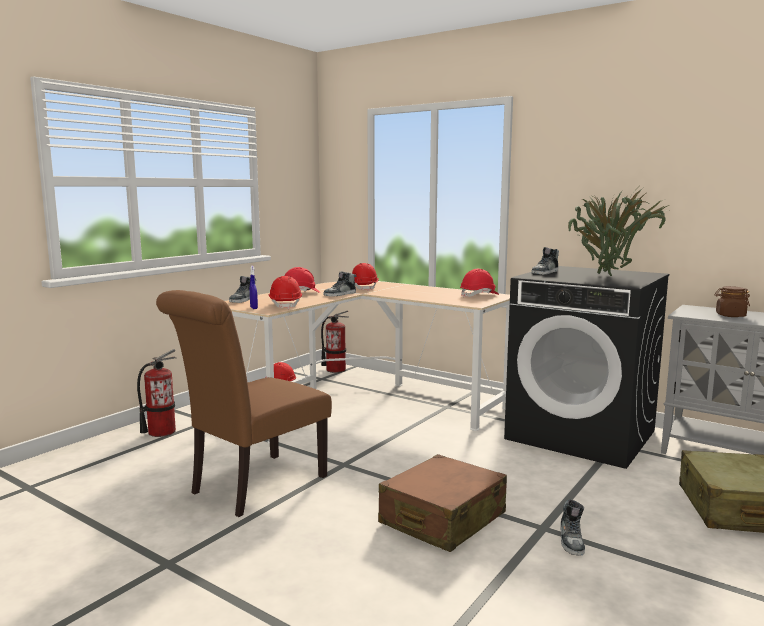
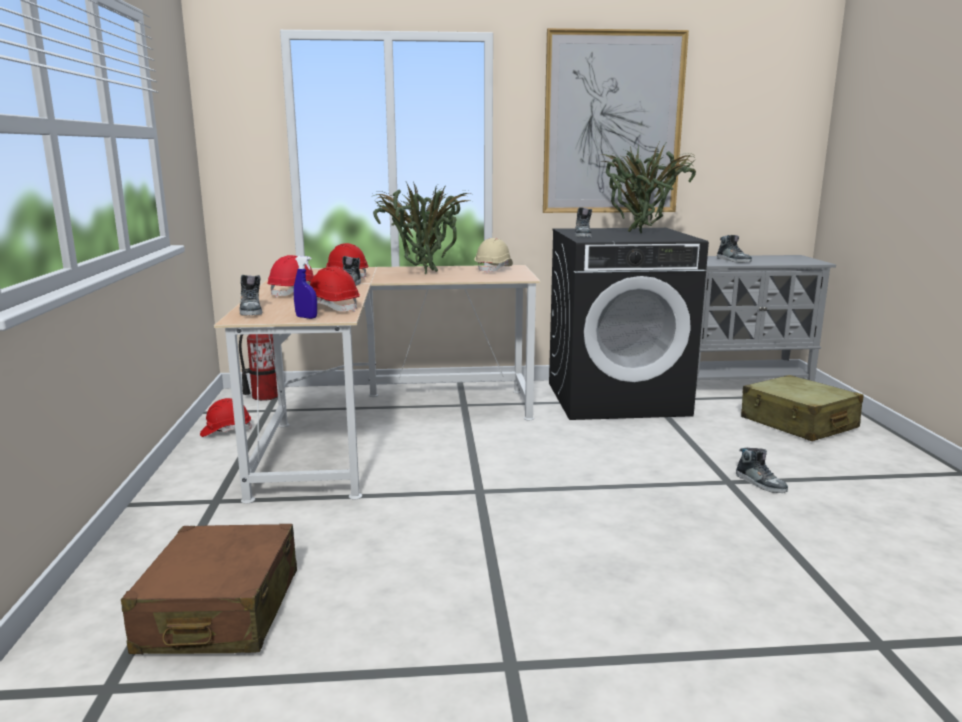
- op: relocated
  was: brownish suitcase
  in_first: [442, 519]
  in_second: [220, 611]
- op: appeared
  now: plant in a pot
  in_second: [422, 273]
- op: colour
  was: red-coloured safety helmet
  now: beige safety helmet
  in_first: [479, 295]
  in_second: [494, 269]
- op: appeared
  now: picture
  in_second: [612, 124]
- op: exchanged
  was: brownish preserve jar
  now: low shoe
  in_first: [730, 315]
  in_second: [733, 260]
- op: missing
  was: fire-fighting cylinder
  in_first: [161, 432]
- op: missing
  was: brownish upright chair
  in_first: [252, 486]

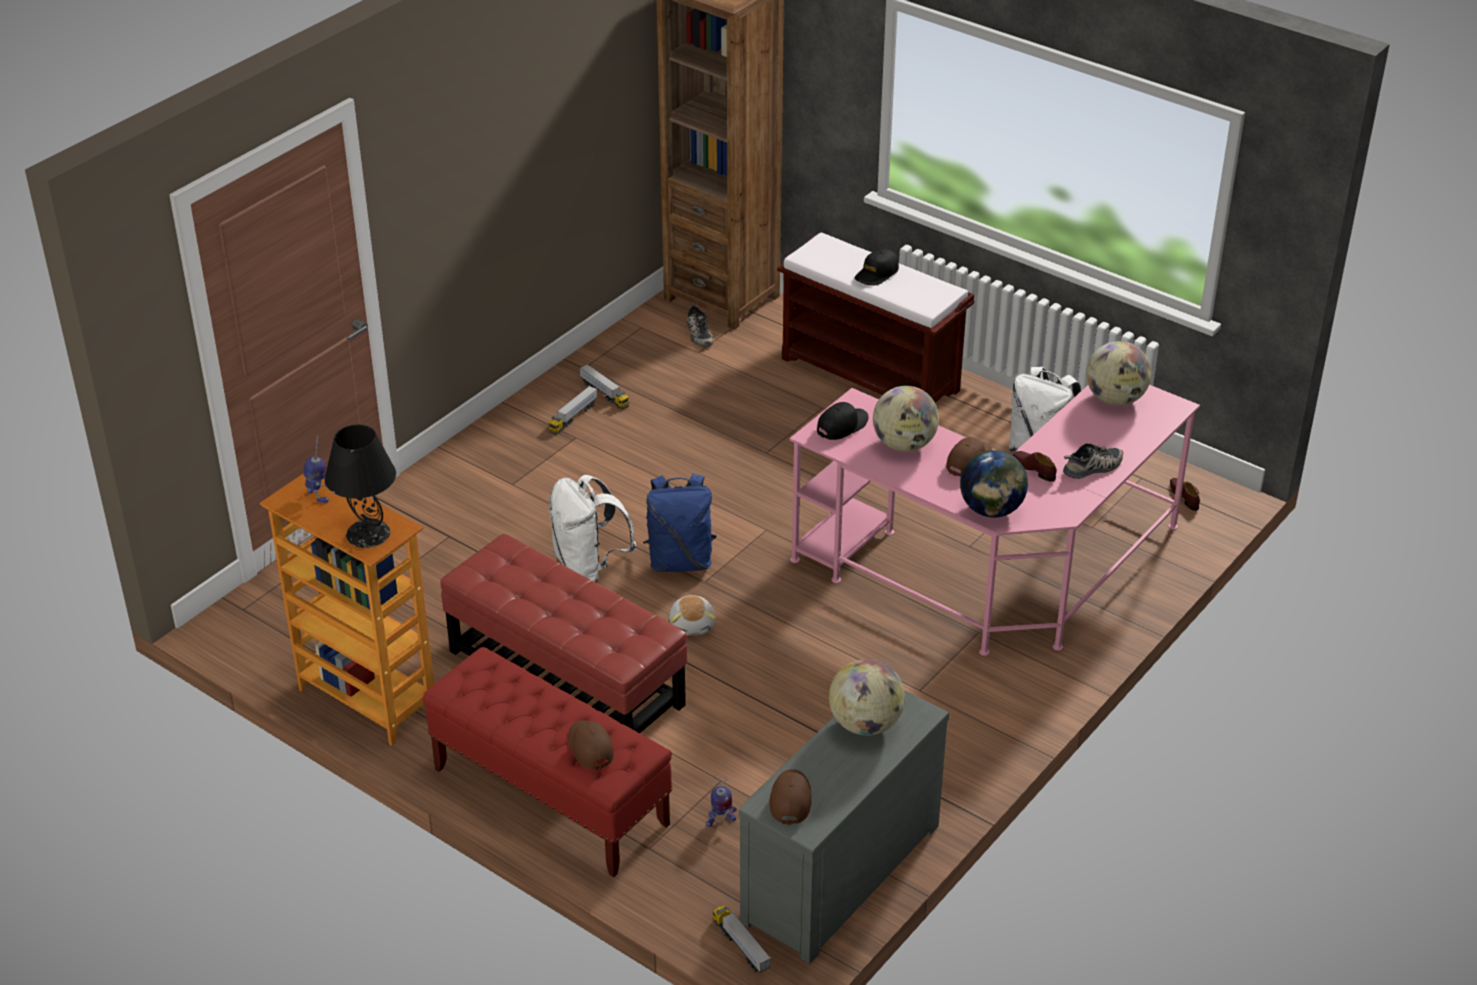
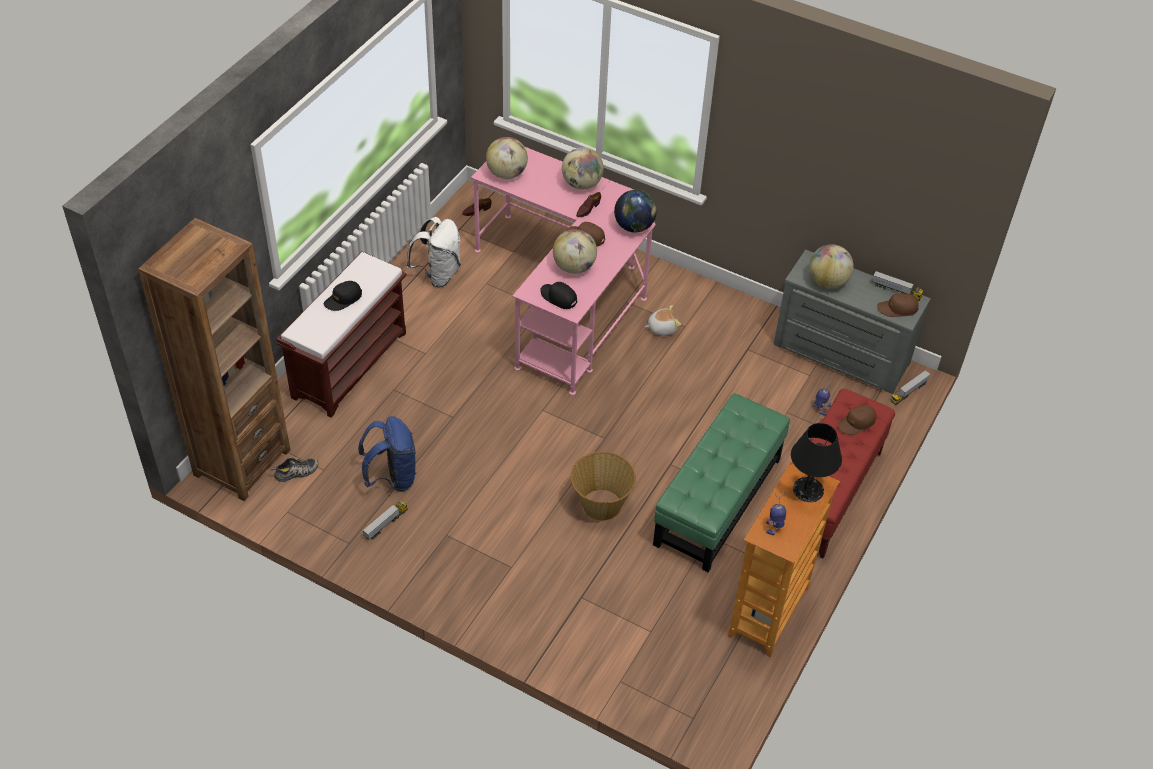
- op: spun
  was: black-coloured baseball cap
  in_first: [876, 274]
  in_second: [343, 299]
  clockwise: 105
- op: relocated
  was: bluish backpack
  in_first: [680, 561]
  in_second: [392, 477]
- op: exchanged
  was: low shoe
  now: world globe
  in_first: [1093, 468]
  in_second: [581, 184]
- op: exchanged
  was: whitish backpack
  now: basket
  in_first: [589, 567]
  in_second: [601, 504]
- op: relocated
  was: soft toy
  in_first: [692, 624]
  in_second: [662, 328]
- op: colour
  was: red-coloured ottoman
  now: green ottoman
  in_first: [565, 678]
  in_second: [718, 501]
- op: relocated
  was: model truck
  in_first: [573, 417]
  in_second: [896, 291]

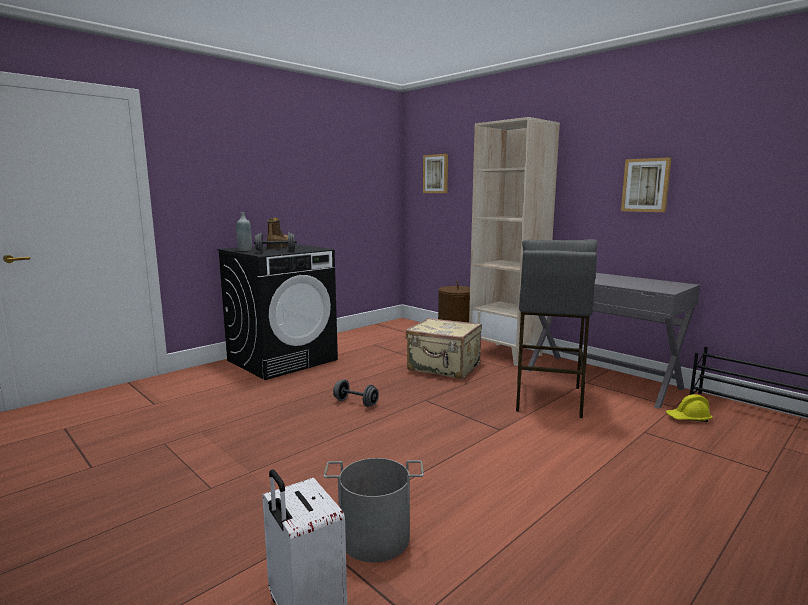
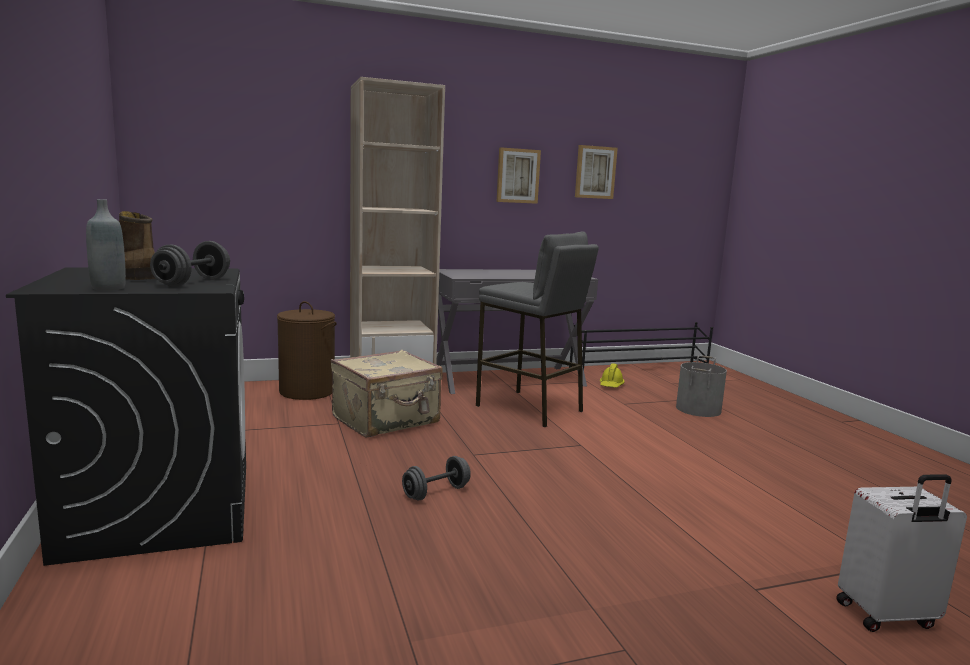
- op: relocated
  was: picture
  in_first: [436, 174]
  in_second: [595, 172]
- op: relocated
  was: gray pail
  in_first: [375, 537]
  in_second: [697, 409]

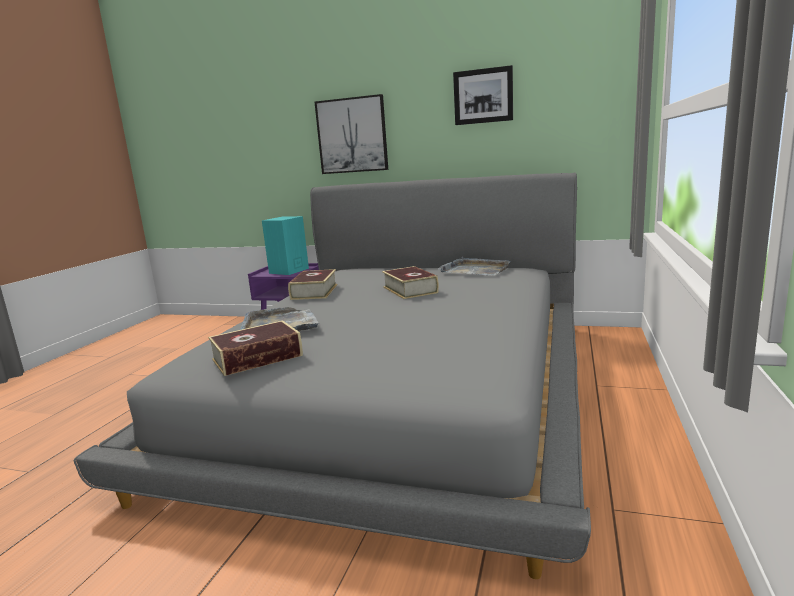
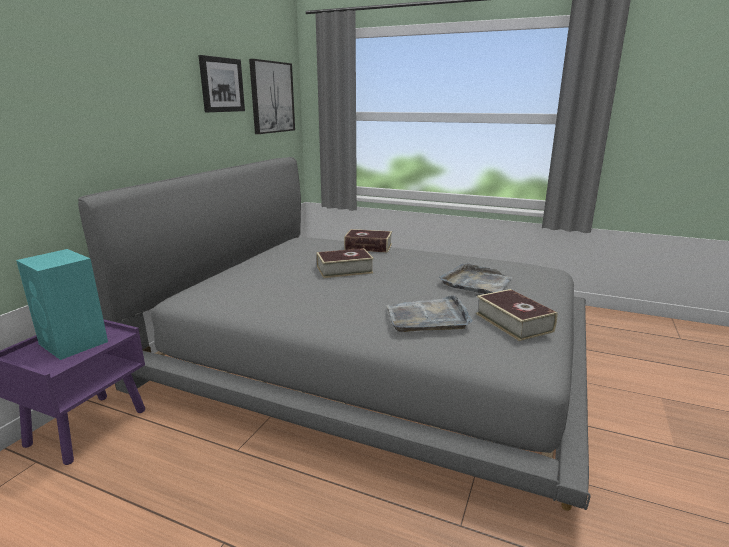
- op: relocated
  was: picture
  in_first: [352, 135]
  in_second: [272, 97]
- op: relocated
  was: volume
  in_first: [314, 292]
  in_second: [368, 247]
- op: relocated
  was: gray carrying tray
  in_first: [475, 270]
  in_second: [476, 282]

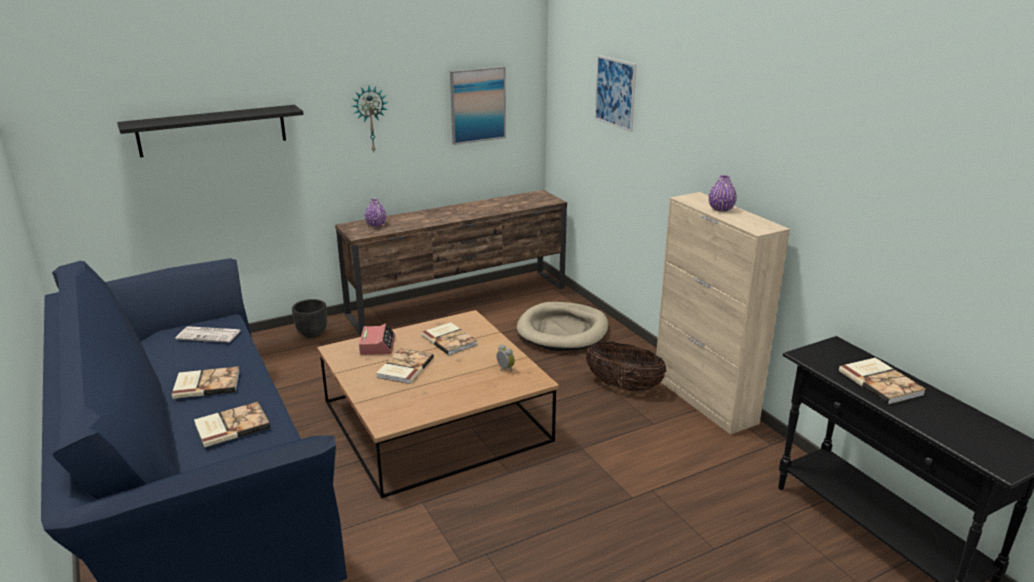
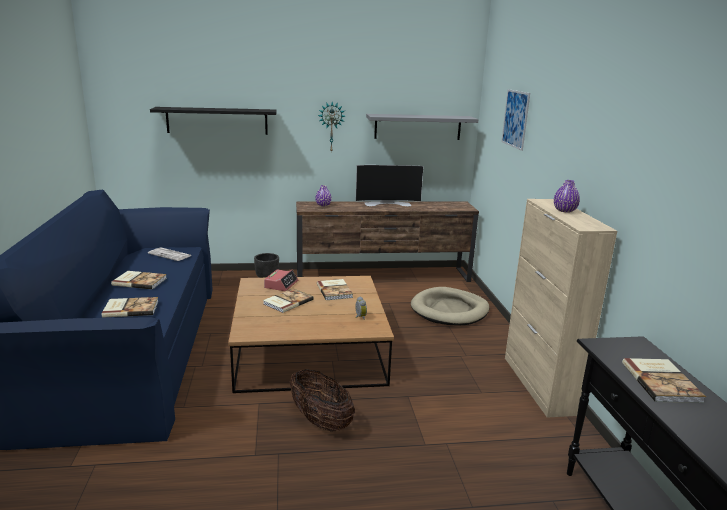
- op: relocated
  was: basket
  in_first: [623, 386]
  in_second: [320, 421]
- op: appeared
  now: television
  in_second: [387, 203]
- op: exchanged
  was: picture
  now: gray bracket shelf
  in_first: [477, 105]
  in_second: [418, 127]

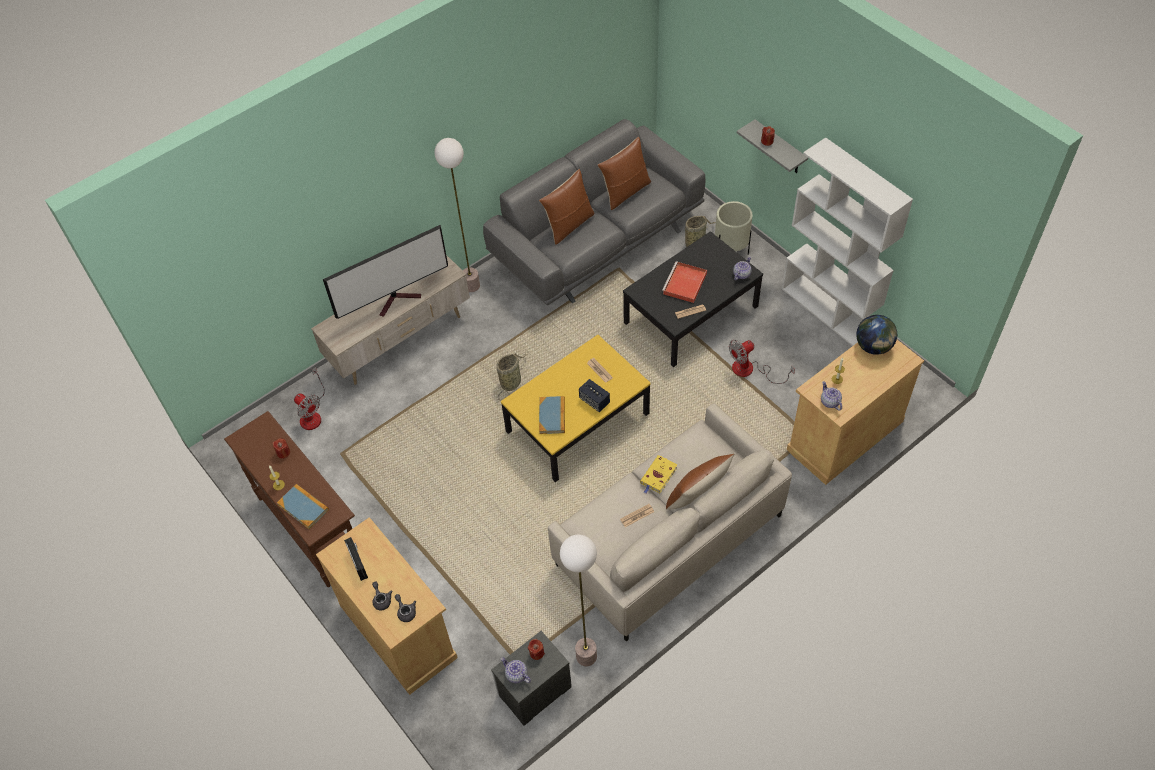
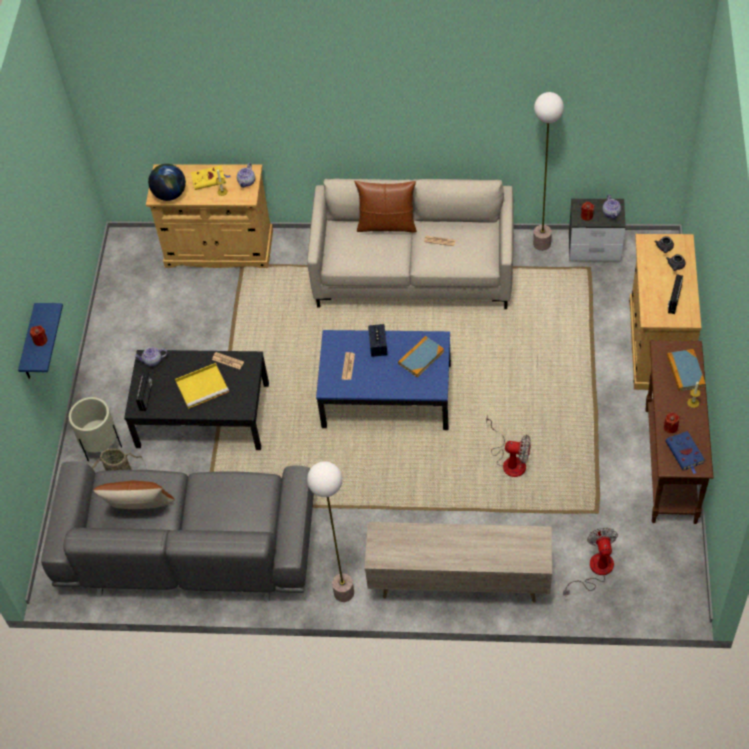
- op: colour
  was: gray bracket shelf
  now: bluish bracket shelf
  in_first: [779, 148]
  in_second: [30, 345]
- op: appeared
  now: radio receiver
  in_second: [146, 396]
- op: colour
  was: red-coloured carrying tray
  now: yellowish carrying tray
  in_first: [684, 284]
  in_second: [203, 386]
- op: relocated
  was: yellowish volume
  in_first: [658, 476]
  in_second: [209, 179]
- op: colour
  was: yellowish coffee table
  now: bluish coffee table
  in_first: [577, 423]
  in_second: [387, 395]
- op: relocated
  was: fan
  in_first: [750, 370]
  in_second: [510, 460]
- op: appeared
  now: bluish volume
  in_second: [685, 453]
- op: missing
  was: television
  in_first: [398, 299]
- op: missing
  was: basket
  in_first: [511, 382]
- op: missing
  was: brownish pillow
  in_first: [569, 225]
- op: missing
  was: whitish bookshelf
  in_first: [828, 311]

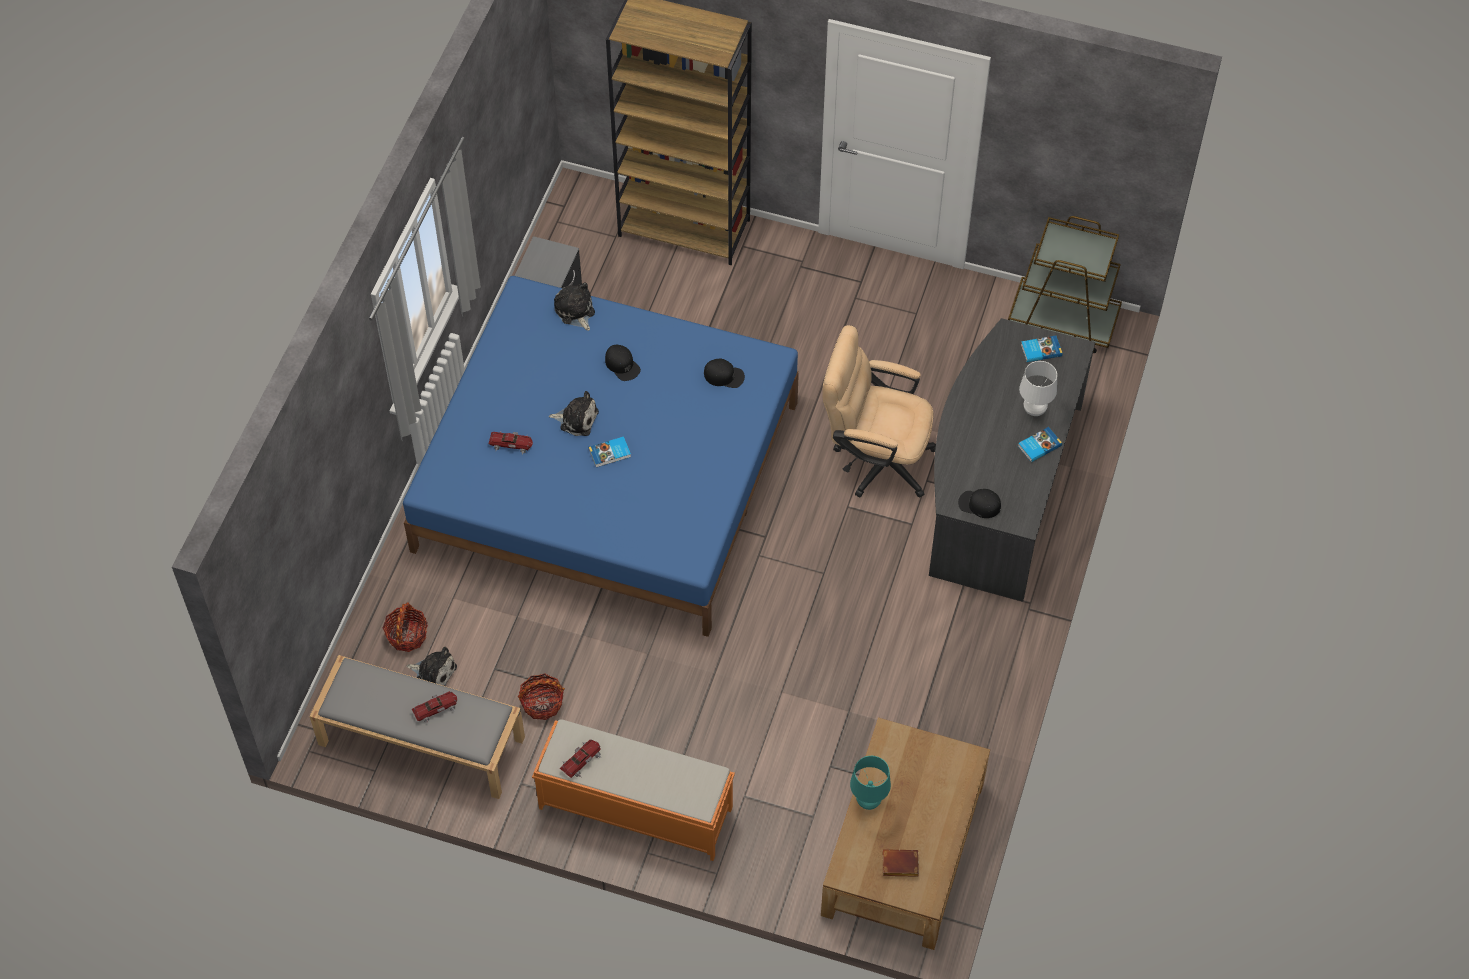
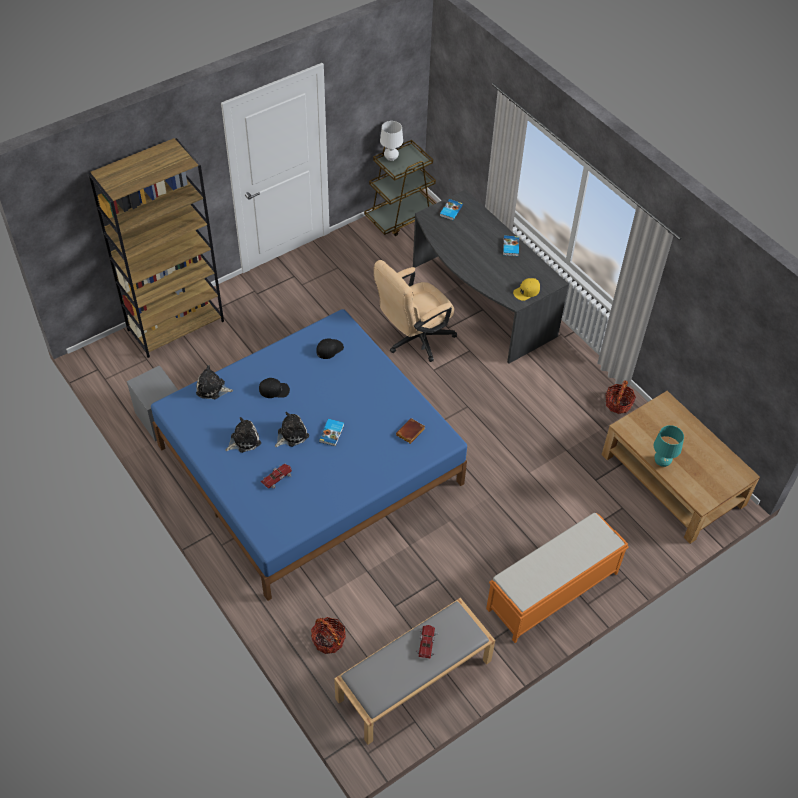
- op: relocated
  was: soft toy
  in_first: [433, 672]
  in_second: [243, 440]
- op: relocated
  was: whitish tabletop lamp
  in_first: [1034, 410]
  in_second: [391, 158]
- op: relocated
  was: brownish volume
  in_first: [899, 865]
  in_second: [410, 433]
- op: colour
  was: black-coloured baseball cap
  now: yellowish baseball cap
  in_first: [979, 504]
  in_second: [526, 291]
- op: relocated
  was: basket
  in_first: [542, 703]
  in_second: [618, 404]
- op: missing
  was: miniature car
  in_first: [581, 760]

